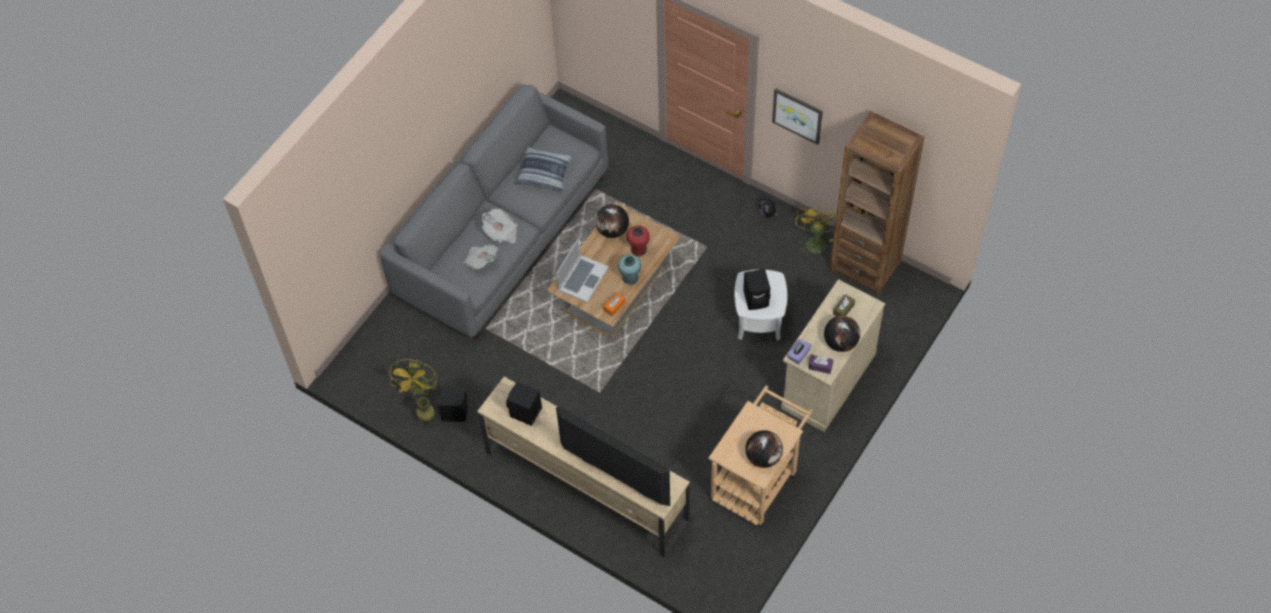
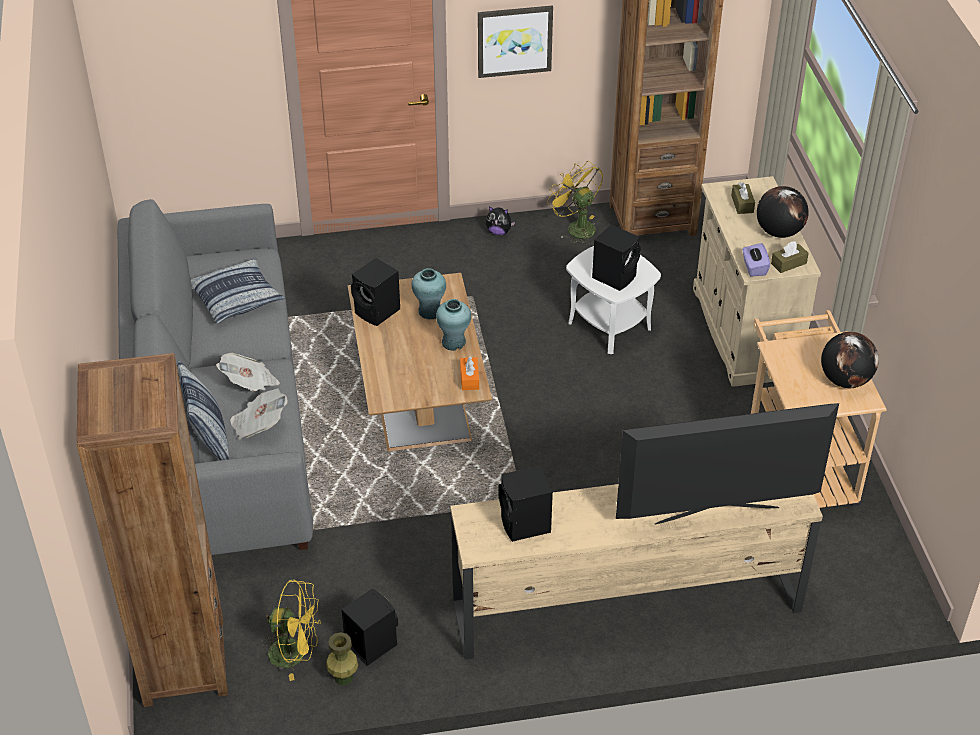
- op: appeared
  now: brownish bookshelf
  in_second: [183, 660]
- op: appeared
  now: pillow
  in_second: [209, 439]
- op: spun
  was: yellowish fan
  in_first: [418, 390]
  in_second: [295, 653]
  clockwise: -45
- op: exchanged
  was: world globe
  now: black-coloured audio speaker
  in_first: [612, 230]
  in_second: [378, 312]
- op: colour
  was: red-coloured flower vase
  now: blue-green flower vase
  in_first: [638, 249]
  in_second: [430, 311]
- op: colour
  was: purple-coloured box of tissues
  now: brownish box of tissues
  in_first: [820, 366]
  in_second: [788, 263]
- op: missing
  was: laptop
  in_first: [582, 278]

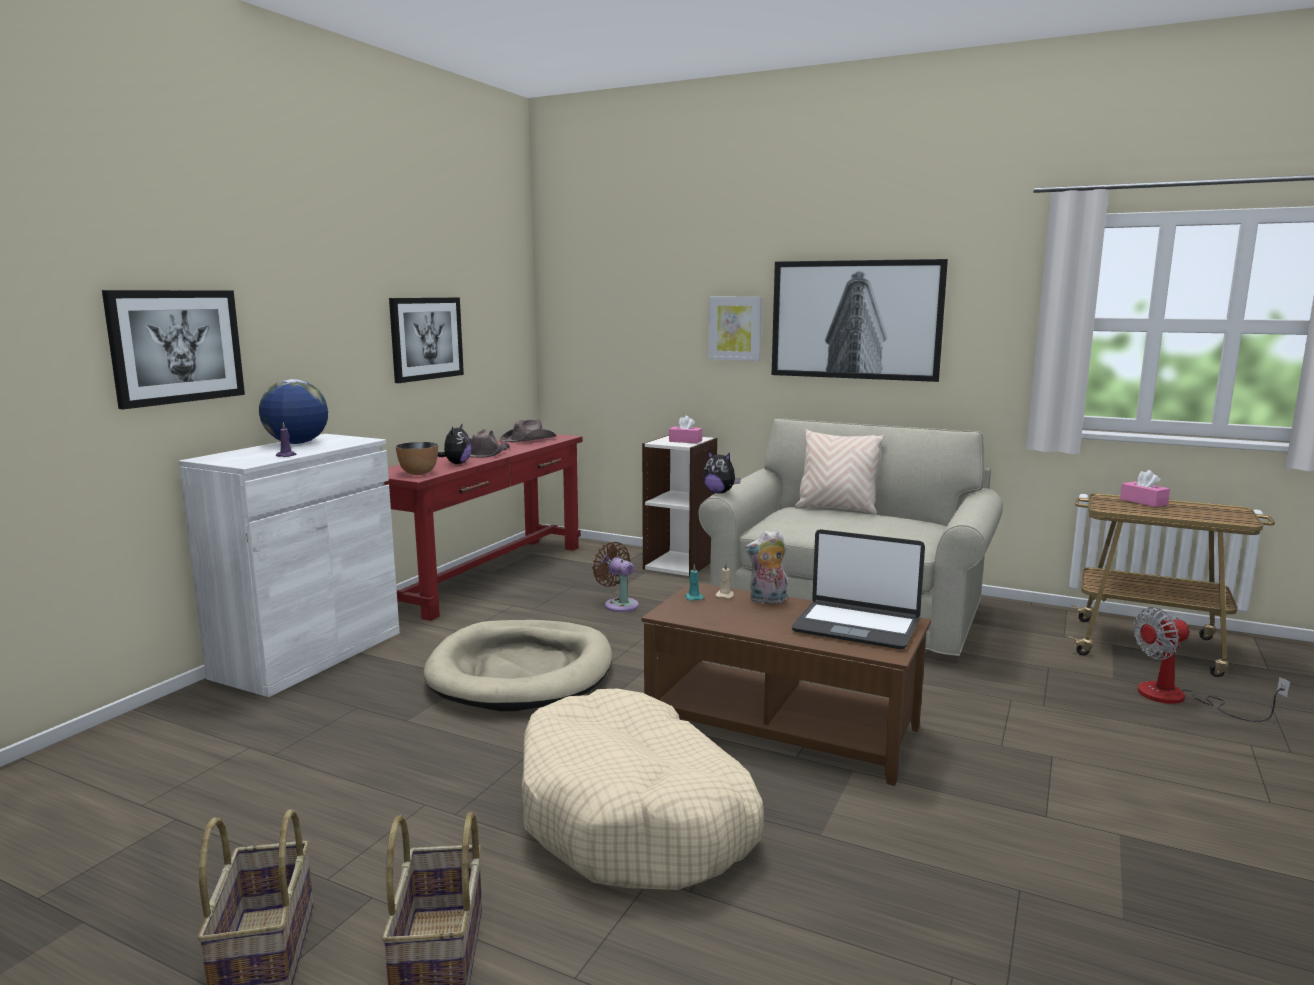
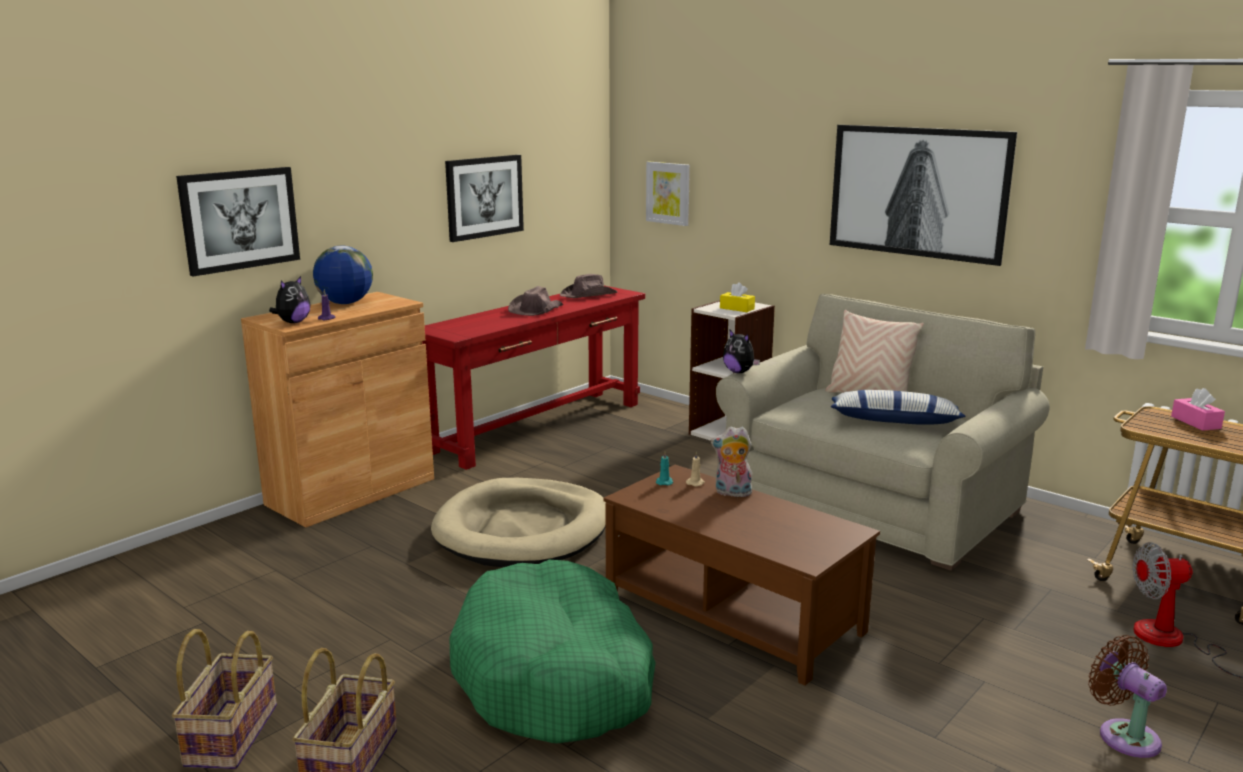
- op: colour
  was: whitish cupboard
  now: brownish cupboard
  in_first: [309, 655]
  in_second: [351, 491]
- op: relocated
  was: soft toy
  in_first: [456, 463]
  in_second: [293, 322]
- op: colour
  was: beige dog bed
  now: green dog bed
  in_first: [635, 816]
  in_second: [555, 676]
- op: relocated
  was: picture
  in_first: [735, 328]
  in_second: [668, 193]
- op: colour
  was: pinkish box of tissues
  now: yellowish box of tissues
  in_first: [685, 441]
  in_second: [737, 308]
- op: appeared
  now: pillow
  in_second: [894, 421]
- op: relocated
  was: brownish fan
  in_first: [619, 604]
  in_second: [1124, 735]
- op: missing
  was: serving bowl
  in_first: [418, 473]
- op: missing
  was: laptop
  in_first: [856, 626]

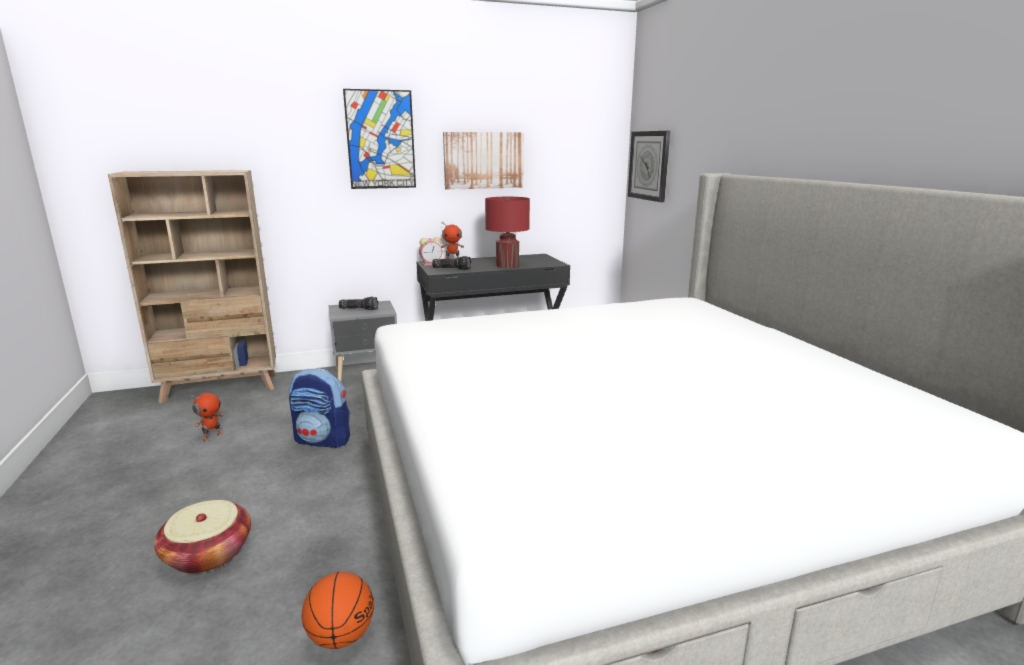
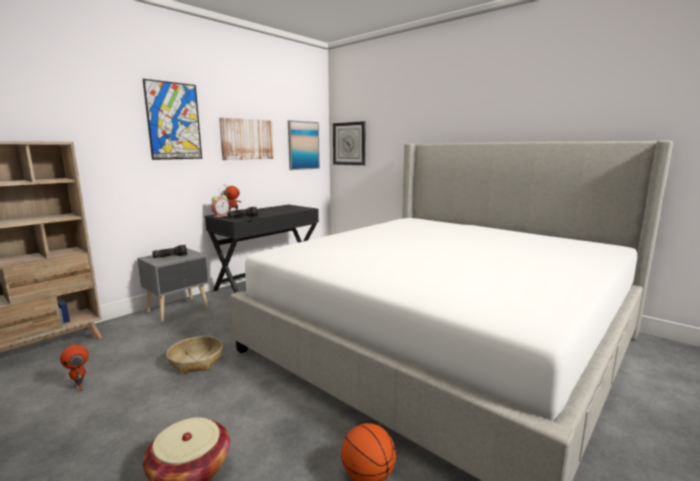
- op: spun
  was: toy robot
  in_first: [212, 437]
  in_second: [80, 387]
  clockwise: 135
- op: exchanged
  was: backpack
  now: basket
  in_first: [323, 440]
  in_second: [196, 361]
- op: appeared
  now: picture
  in_second: [303, 145]
- op: missing
  was: red-coloured tabletop lamp
  in_first: [507, 265]

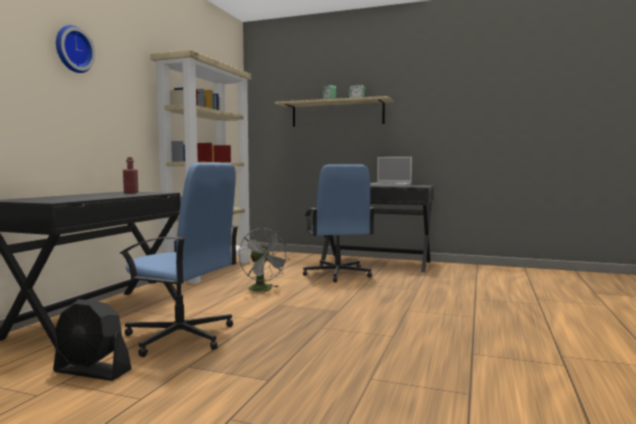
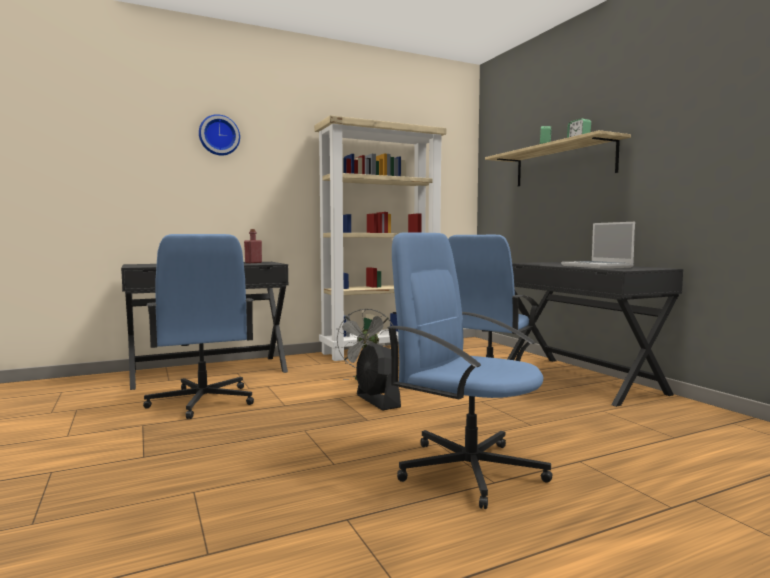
- op: relocated
  was: black-coloured fan
  in_first: [92, 371]
  in_second: [378, 401]
- op: appeared
  now: bluish computer chair
  in_second: [468, 469]

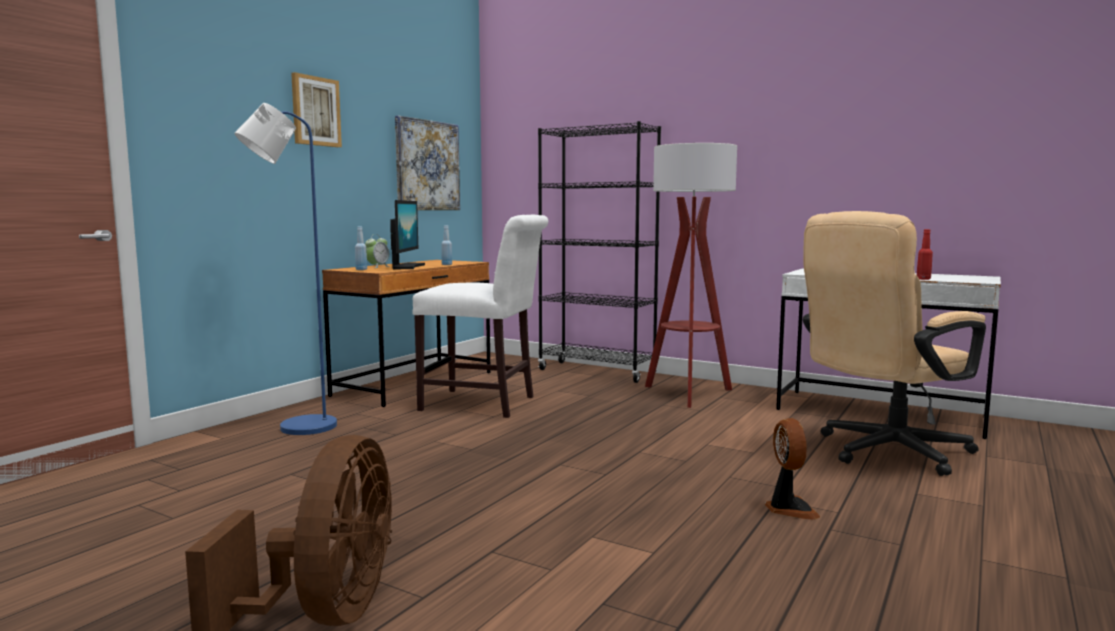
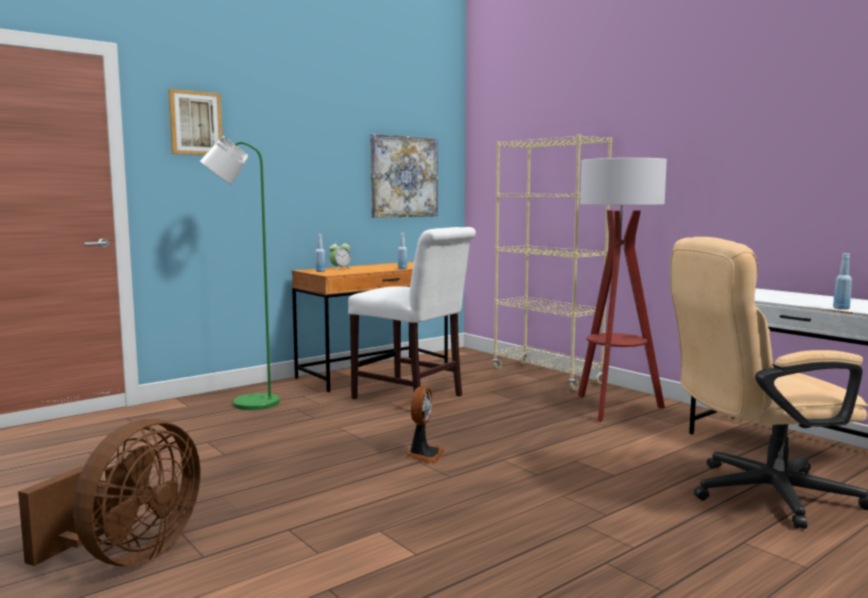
- op: relocated
  was: picture
  in_first: [315, 111]
  in_second: [195, 123]
- op: colour
  was: bluish standard lamp
  now: green standard lamp
  in_first: [297, 428]
  in_second: [246, 404]
- op: relocated
  was: fan
  in_first: [789, 509]
  in_second: [424, 455]
- op: colour
  was: black-coloured bookshelf
  now: beige bookshelf
  in_first: [597, 372]
  in_second: [546, 376]
- op: colour
  was: red-coloured drink bottle
  now: bluish drink bottle
  in_first: [923, 279]
  in_second: [841, 308]
- op: missing
  was: computer screen
  in_first: [406, 267]

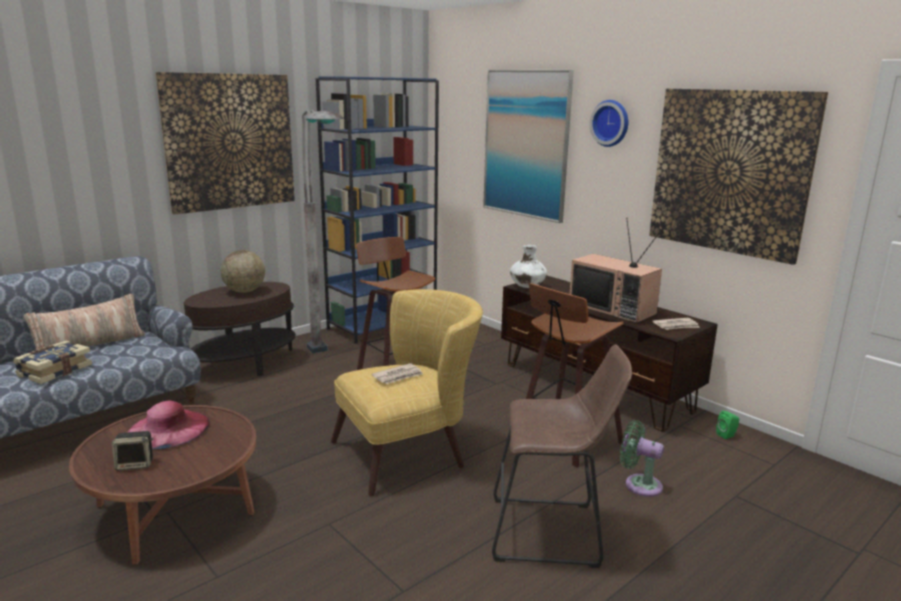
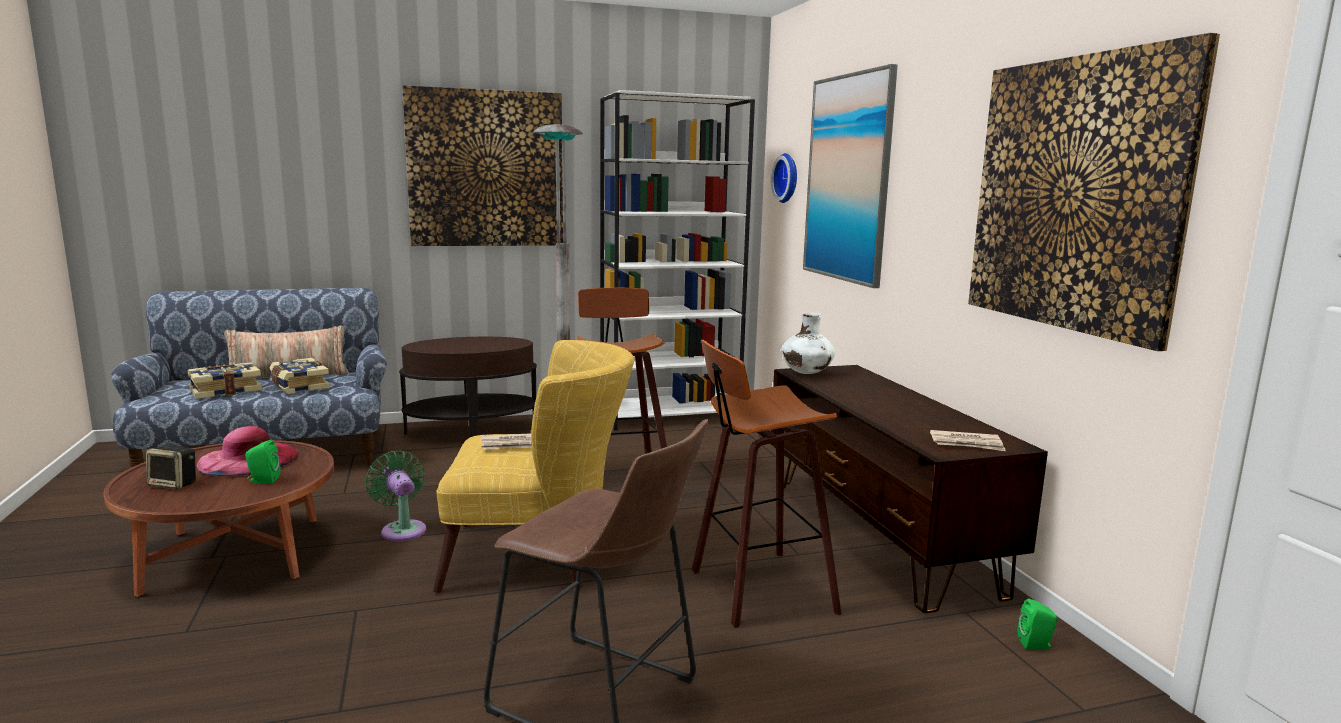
- op: appeared
  now: green audio speaker
  in_second: [263, 480]
- op: appeared
  now: volume
  in_second: [298, 386]
- op: relocated
  was: green fan
  in_first: [639, 484]
  in_second: [402, 529]
- op: colour
  was: bluish bookshelf
  now: whitish bookshelf
  in_first: [382, 324]
  in_second: [670, 415]
- op: relocated
  was: wall clock
  in_first: [611, 123]
  in_second: [788, 178]
- op: missing
  was: world globe
  in_first: [244, 291]
- op: missing
  was: television
  in_first: [613, 309]

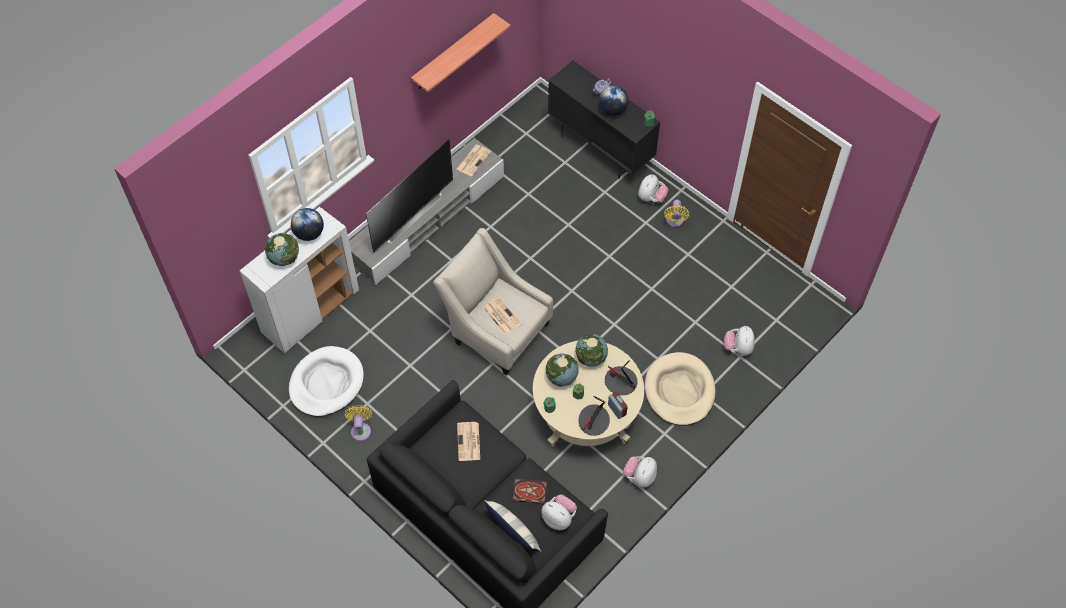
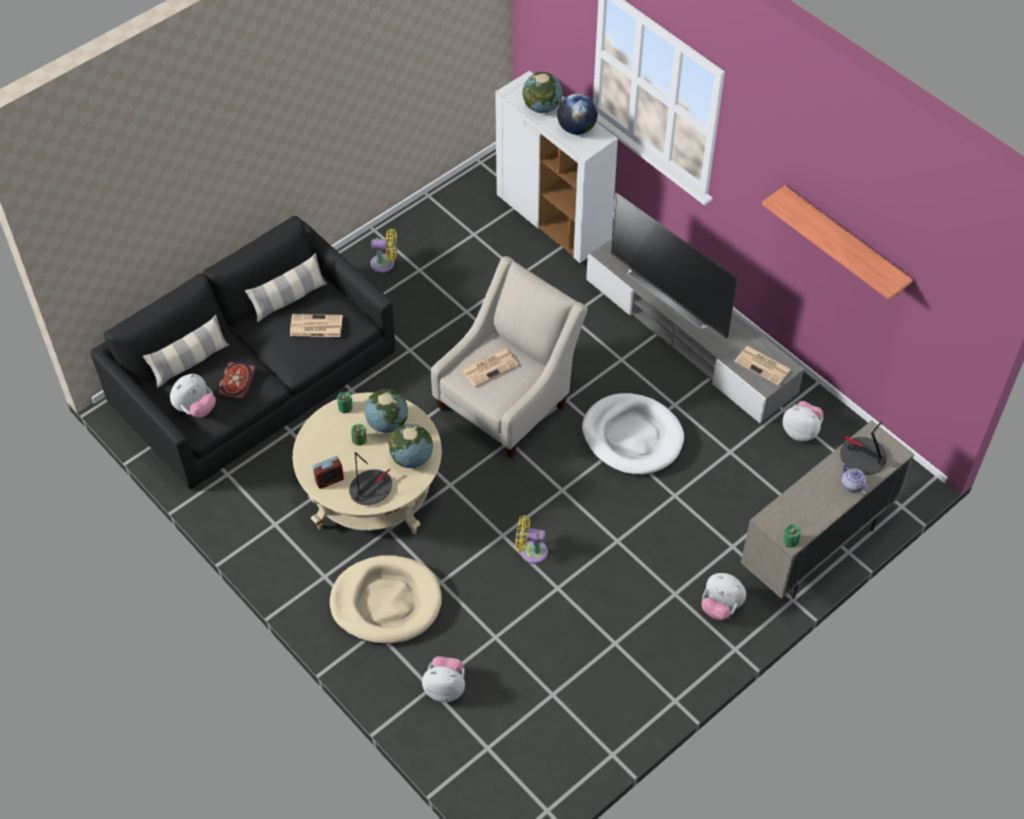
- op: appeared
  now: pillow
  in_second: [289, 299]
- op: relocated
  was: yellowish fan
  in_first: [674, 221]
  in_second: [530, 551]
- op: relocated
  was: whitish dog bed
  in_first: [326, 383]
  in_second: [632, 437]
- op: colour
  was: black-coloured cupboard
  now: beige cupboard
  in_first: [600, 148]
  in_second: [815, 549]
- op: relocated
  was: soft toy
  in_first: [640, 477]
  in_second: [801, 431]
- op: relocated
  was: tabletop lamp
  in_first: [593, 420]
  in_second: [862, 457]
- op: missing
  was: world globe
  in_first: [612, 110]

